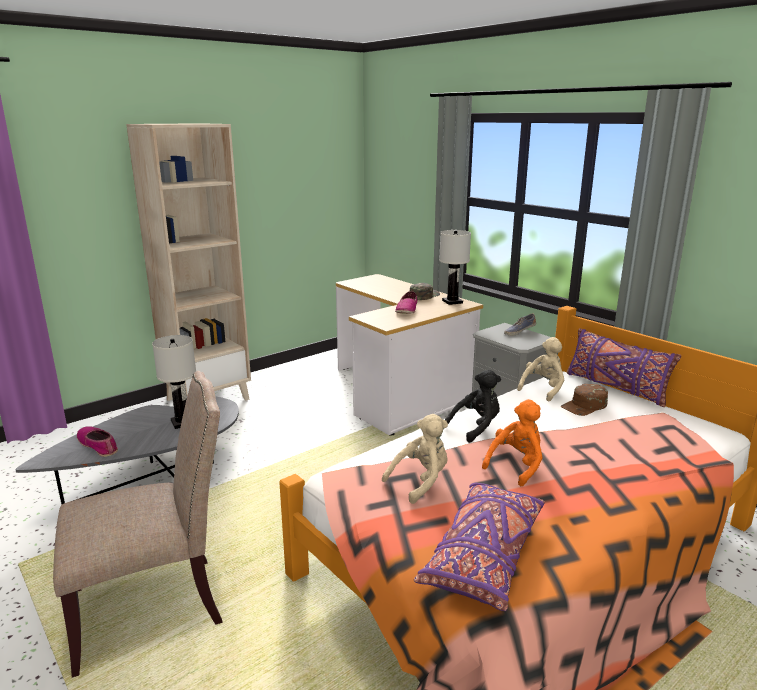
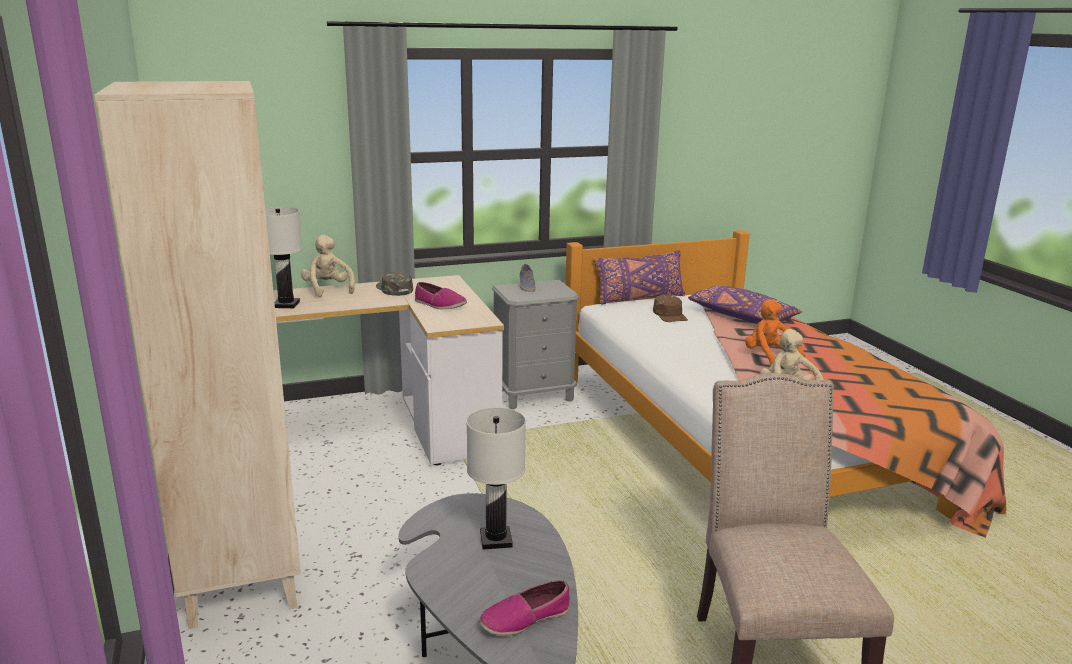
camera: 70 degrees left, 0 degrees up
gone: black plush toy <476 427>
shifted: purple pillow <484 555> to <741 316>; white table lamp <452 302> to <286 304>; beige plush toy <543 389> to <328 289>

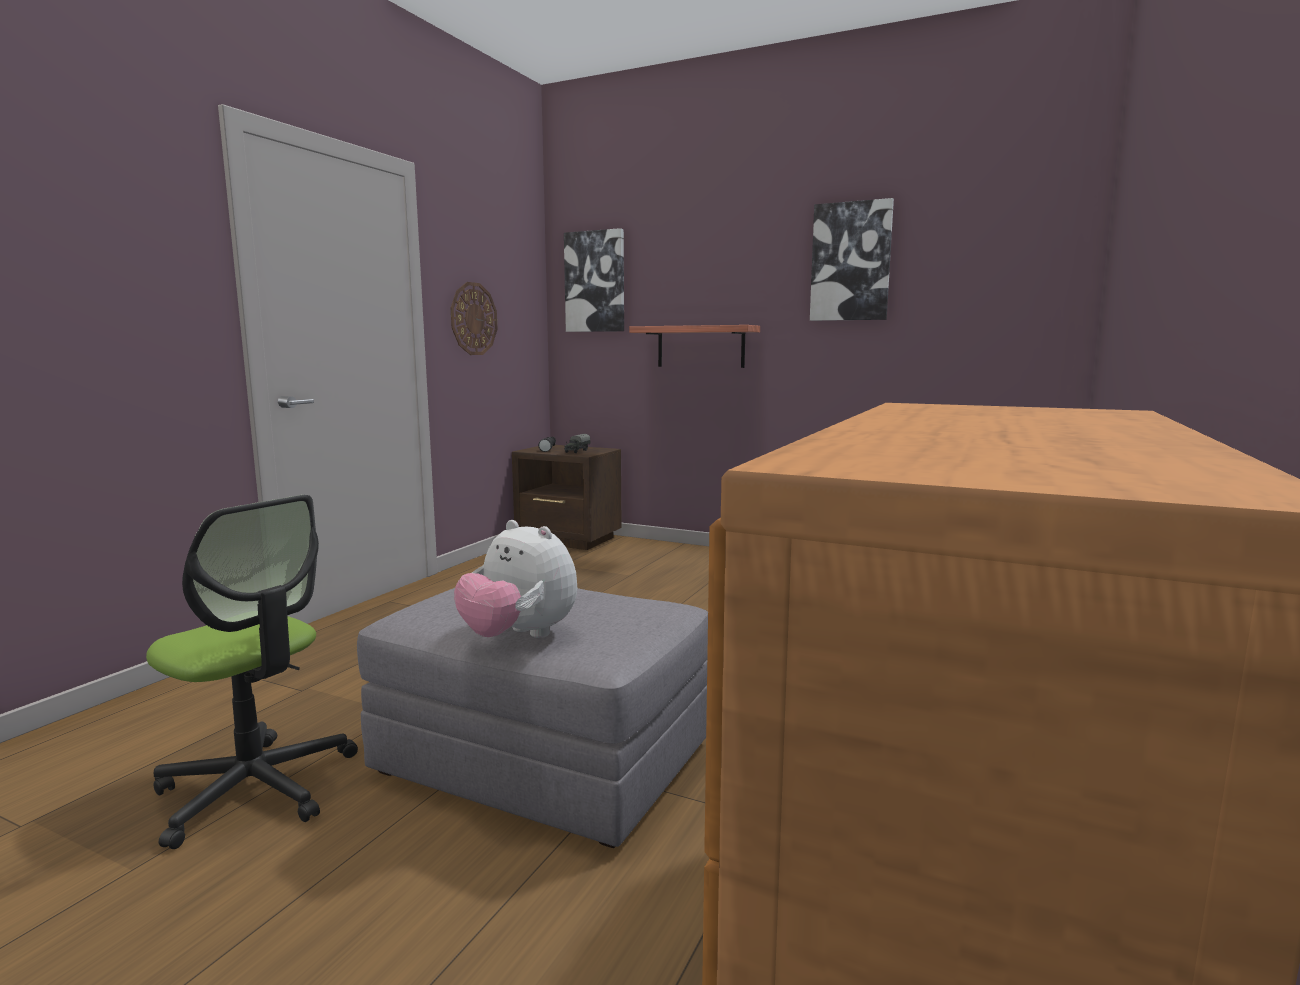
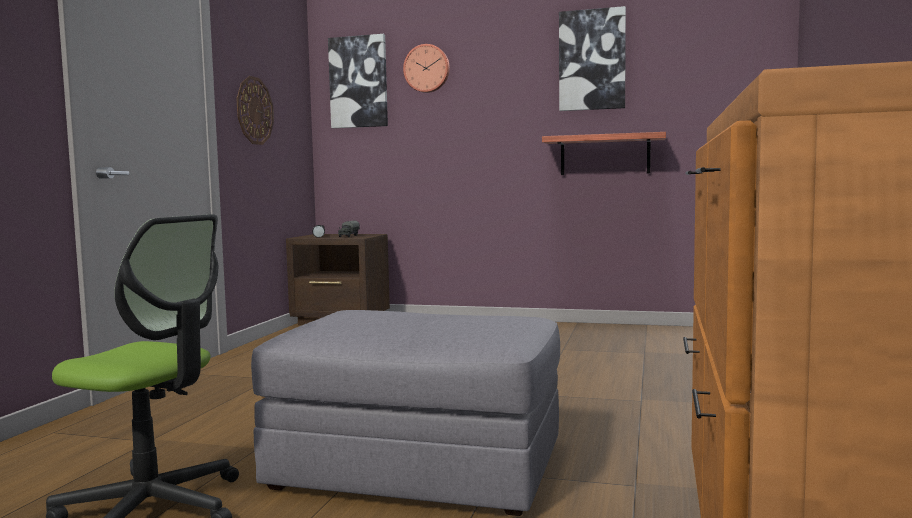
camera: 10 degrees left, 5 degrees down
gone: plush toy <519 636>
new: wall clock <427 68>
shifted: shelf <700 347> to <605 155>

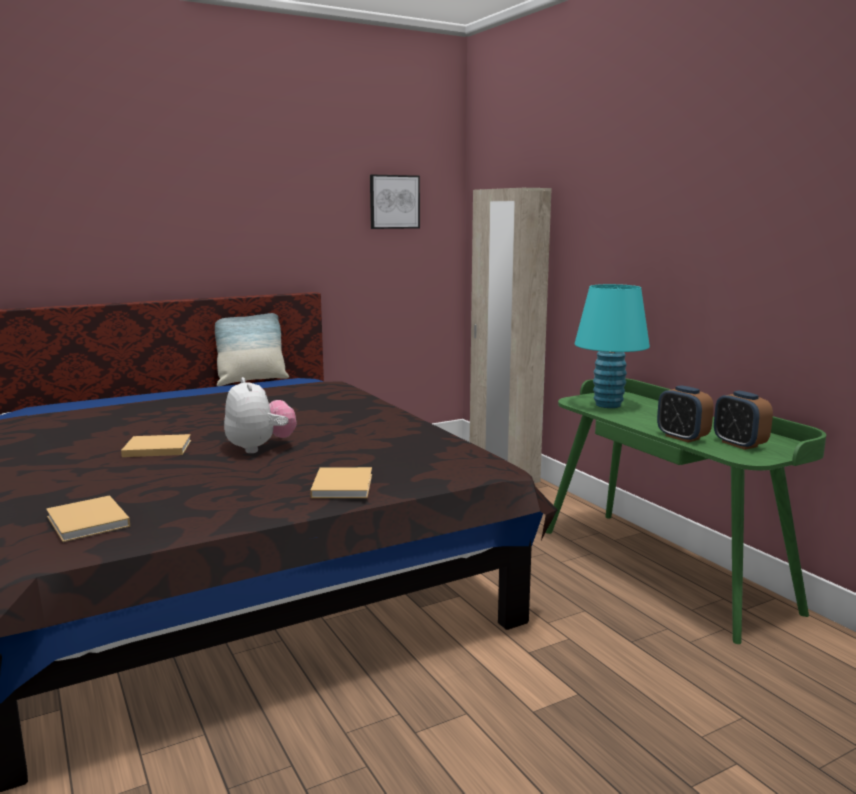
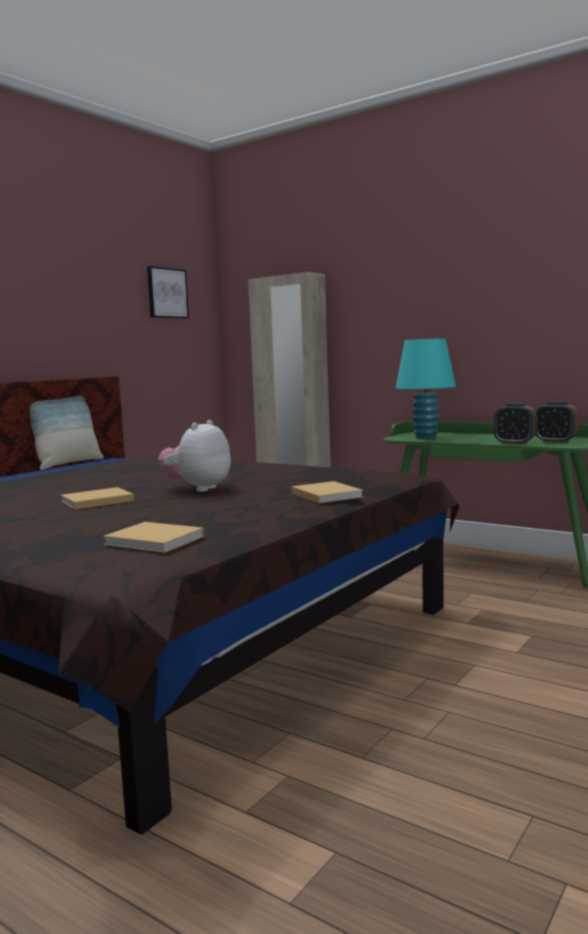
camera: 25 degrees left, 5 degrees down
rotated: plush toy <260 448> = <198 489> 105 degrees counterclockwise

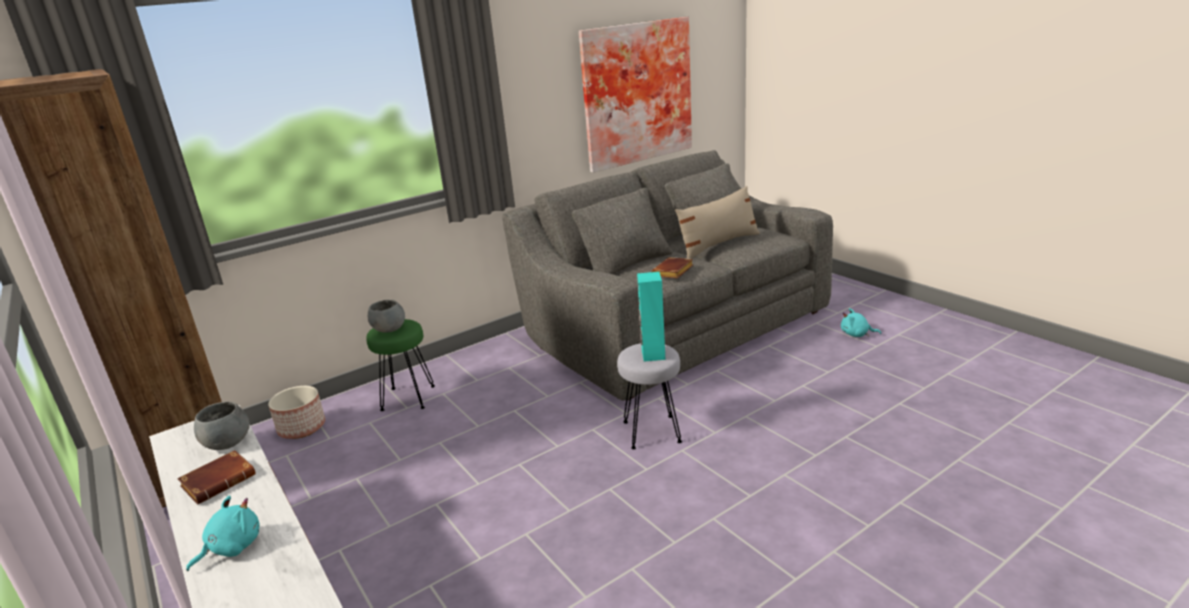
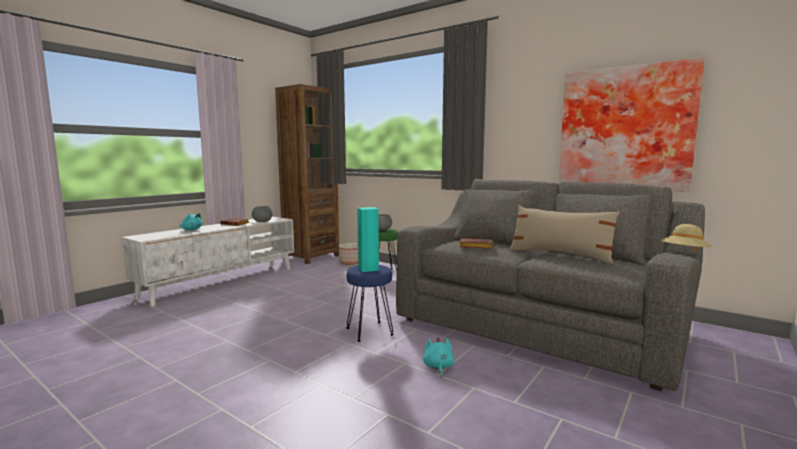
camera: 70 degrees right, 15 degrees down
new: beige hat <684 254>
shifted: turquoise plush toy <856 334> to <438 367>
repainted: grey stool <652 431> to blue stool <370 331>

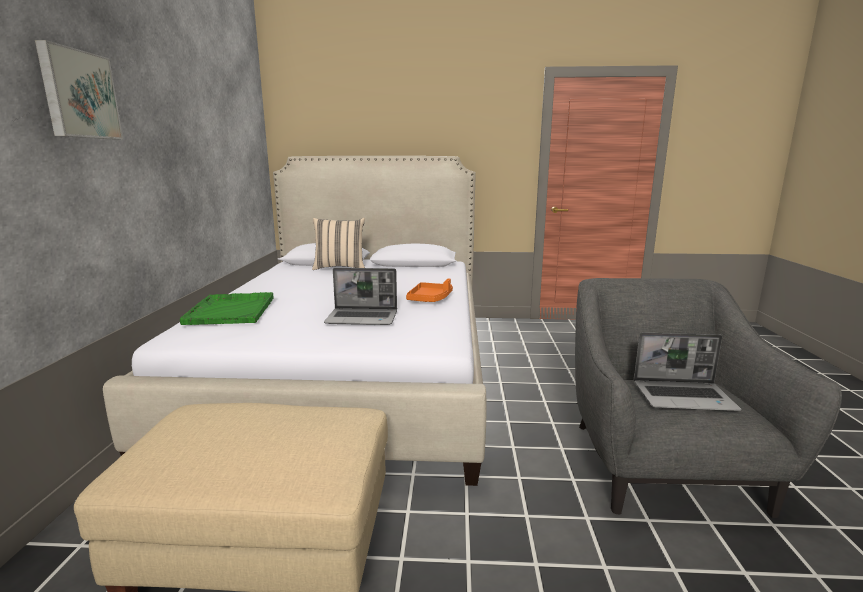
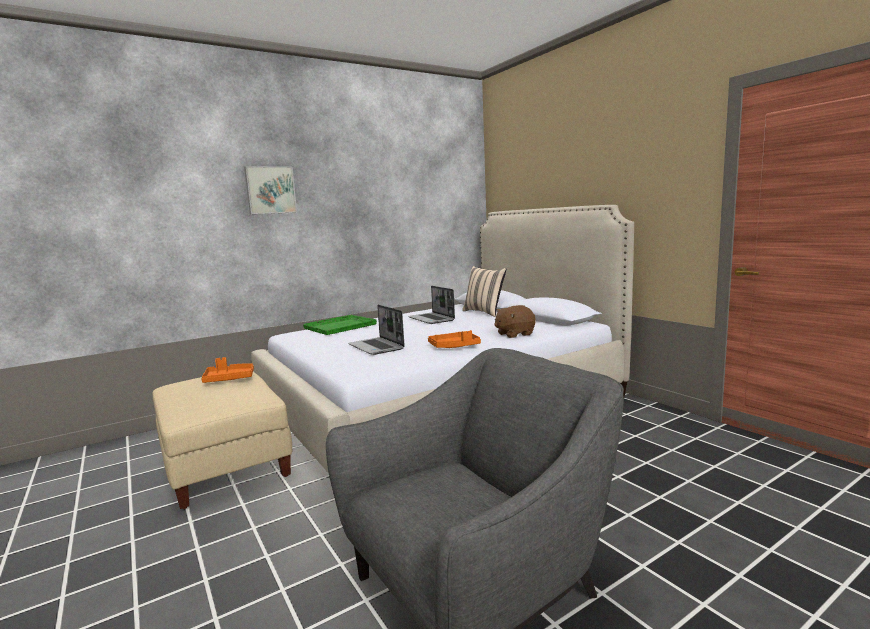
camera: 55 degrees right, 5 degrees down
new: orange tray <229 379>; brown plush toy <514 334>
shifted: laptop <684 397> to <432 319>

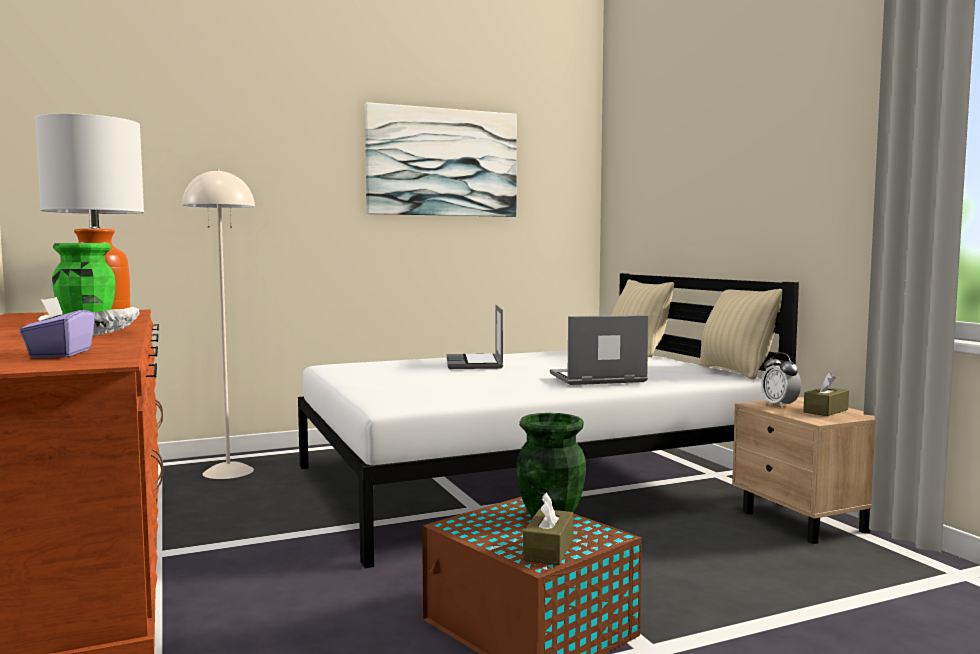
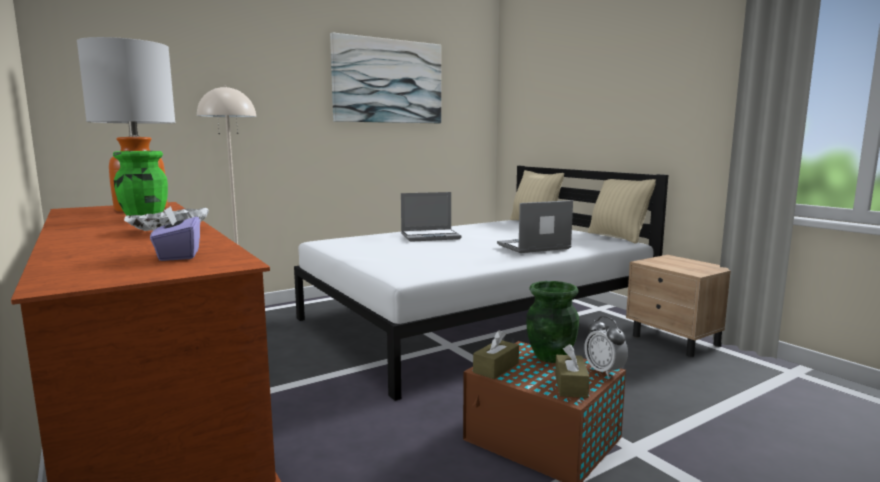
camera: 10 degrees left, 5 degrees up
shifted: alarm clock <779 405> to <604 371>; brown tissue box <825 411> to <496 368>
rotated: laptop <475 364> = <431 236> 90 degrees counterclockwise

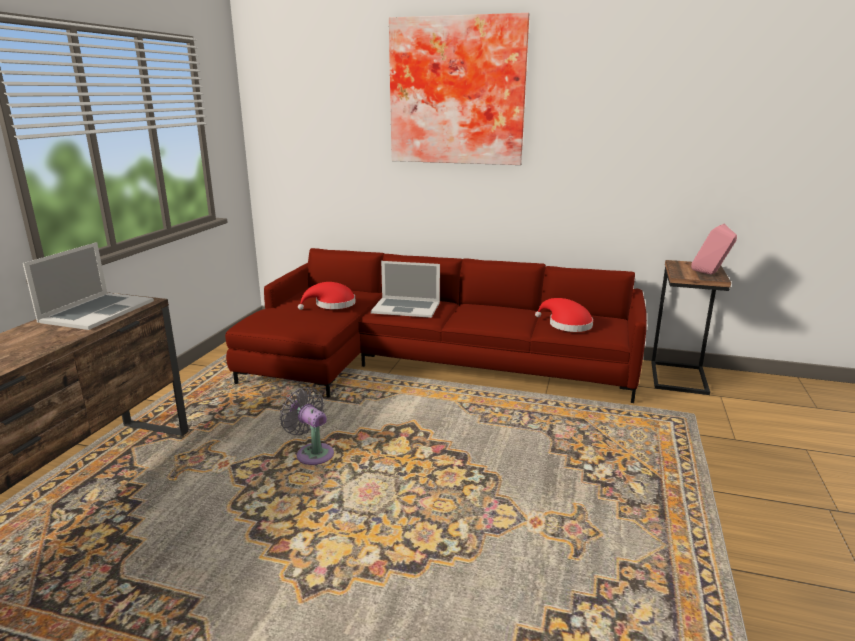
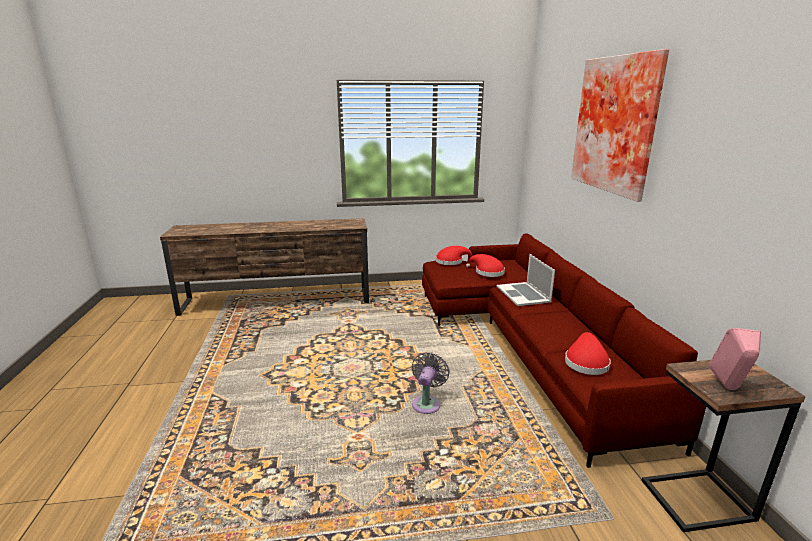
camera: 65 degrees right, 0 degrees up
gone: laptop <97 311>
new: red hat <451 261>
shifted: grey fan <312 453> to <427 403>

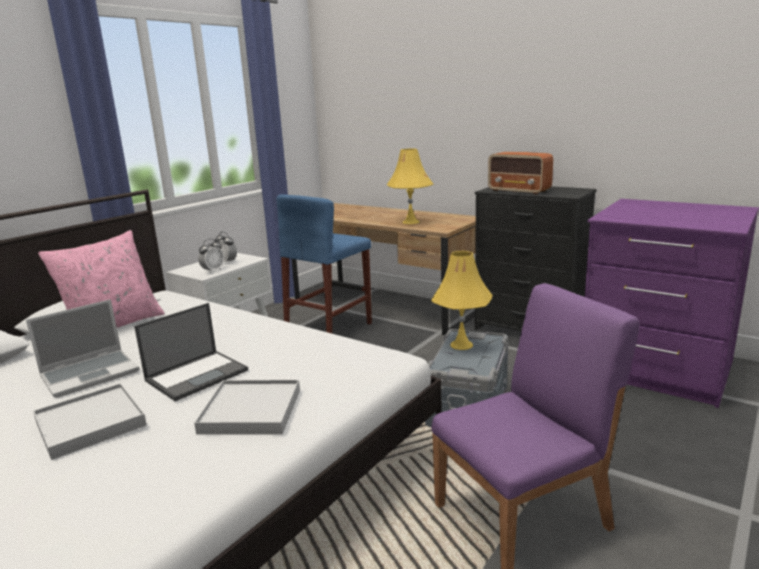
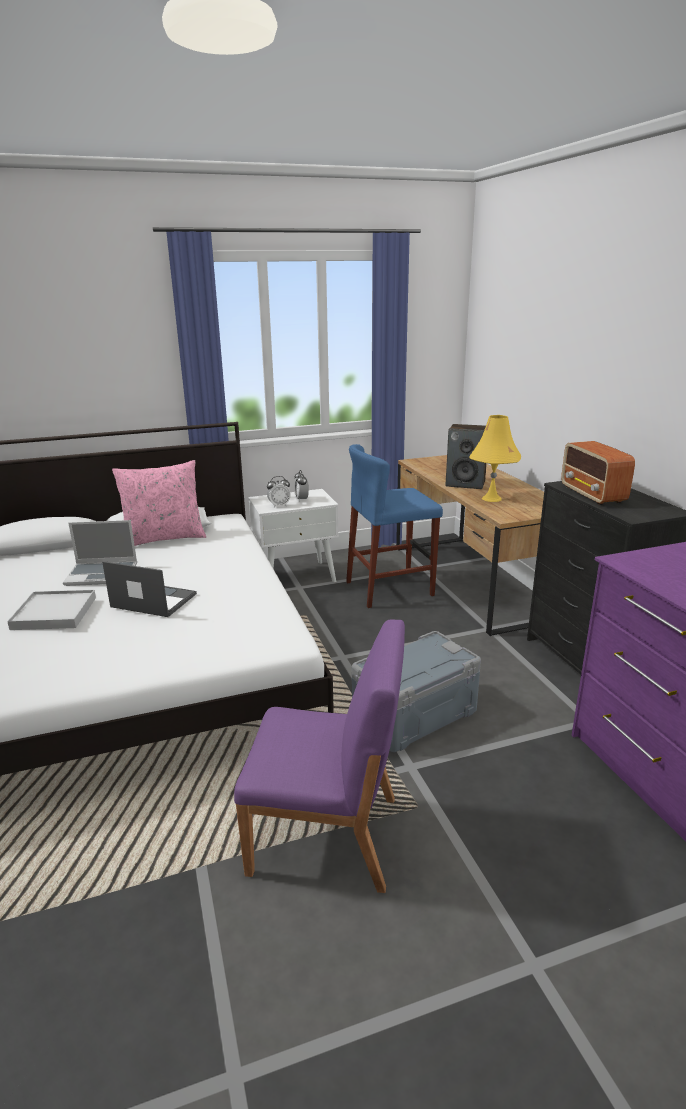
camera: 35 degrees right, 5 degrees up
gone: white tray <251 411>; yellow table lamp <461 345>
new: speaker <466 484>
rotated: laptop <198 375> = <152 600> 150 degrees counterclockwise

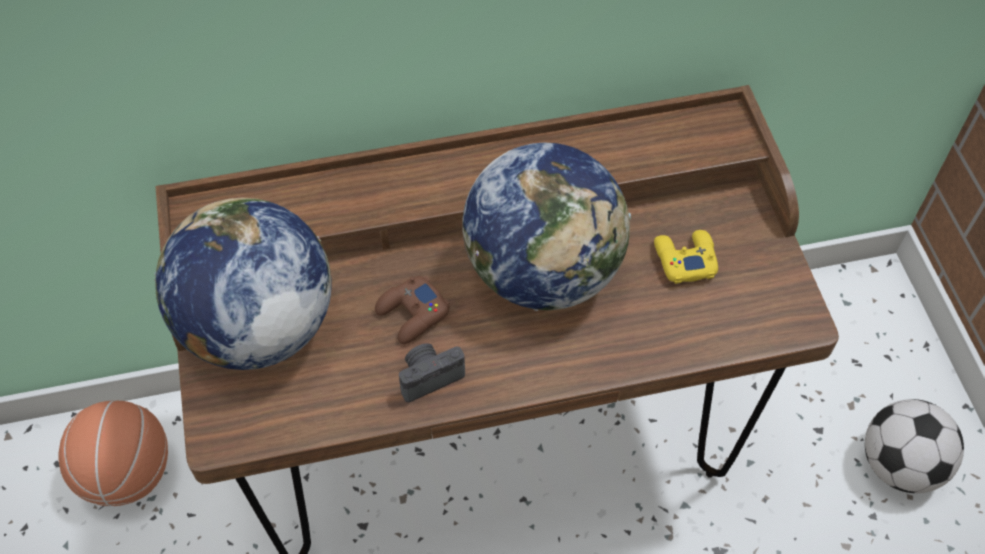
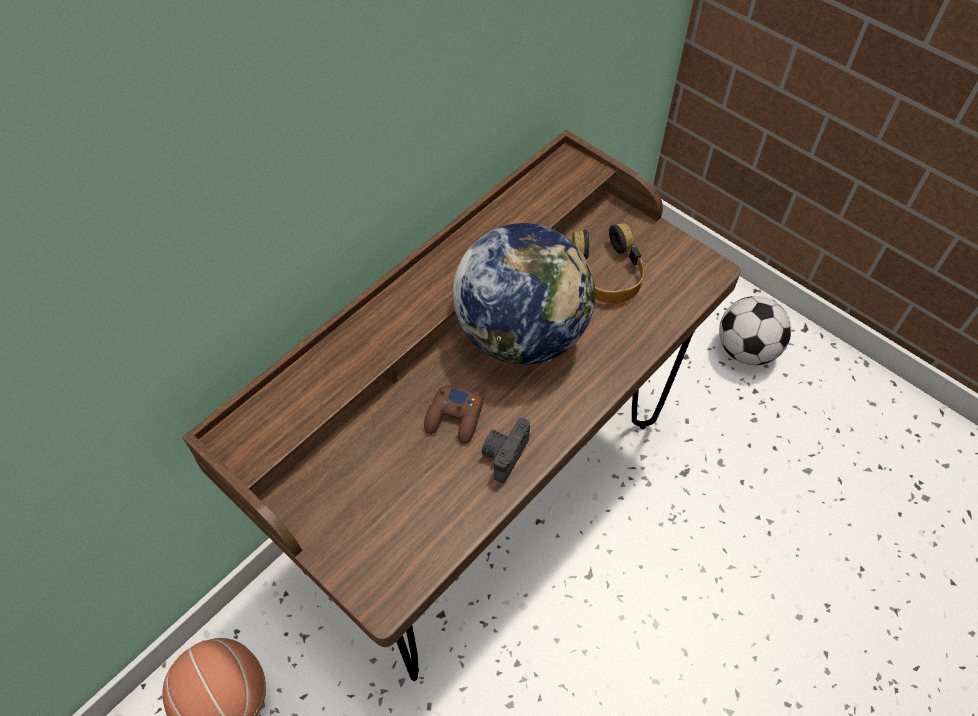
camera: 35 degrees left, 0 degrees up
gone: globe <257 327>
swapped: yellow game controller <684 259> to headphones <607 271>

